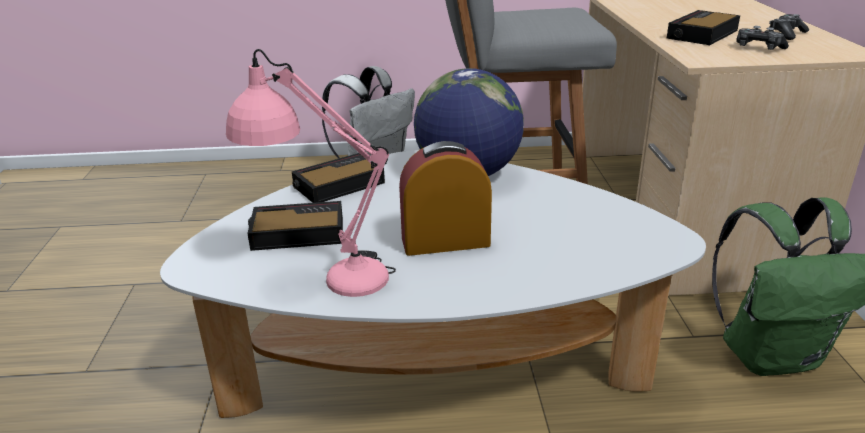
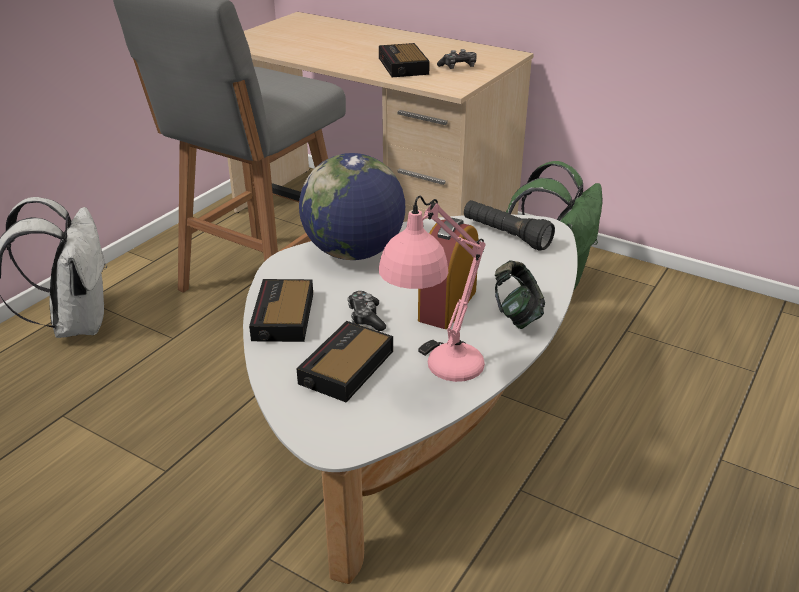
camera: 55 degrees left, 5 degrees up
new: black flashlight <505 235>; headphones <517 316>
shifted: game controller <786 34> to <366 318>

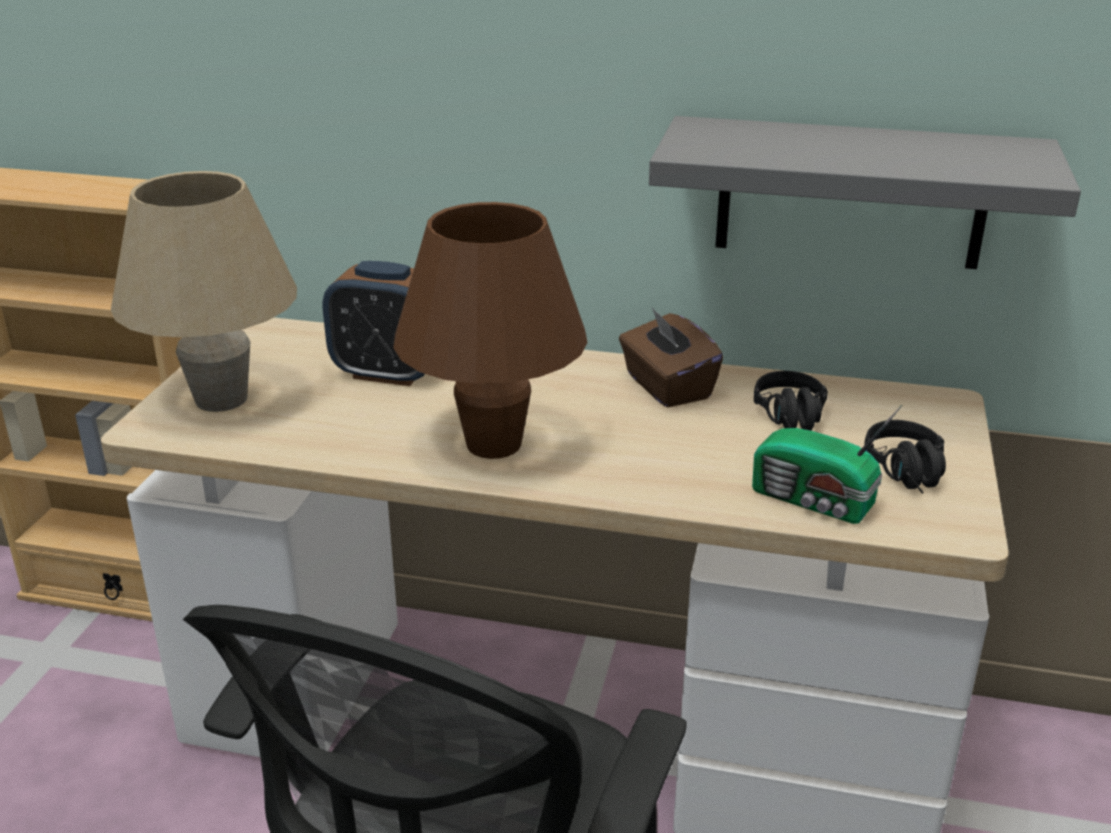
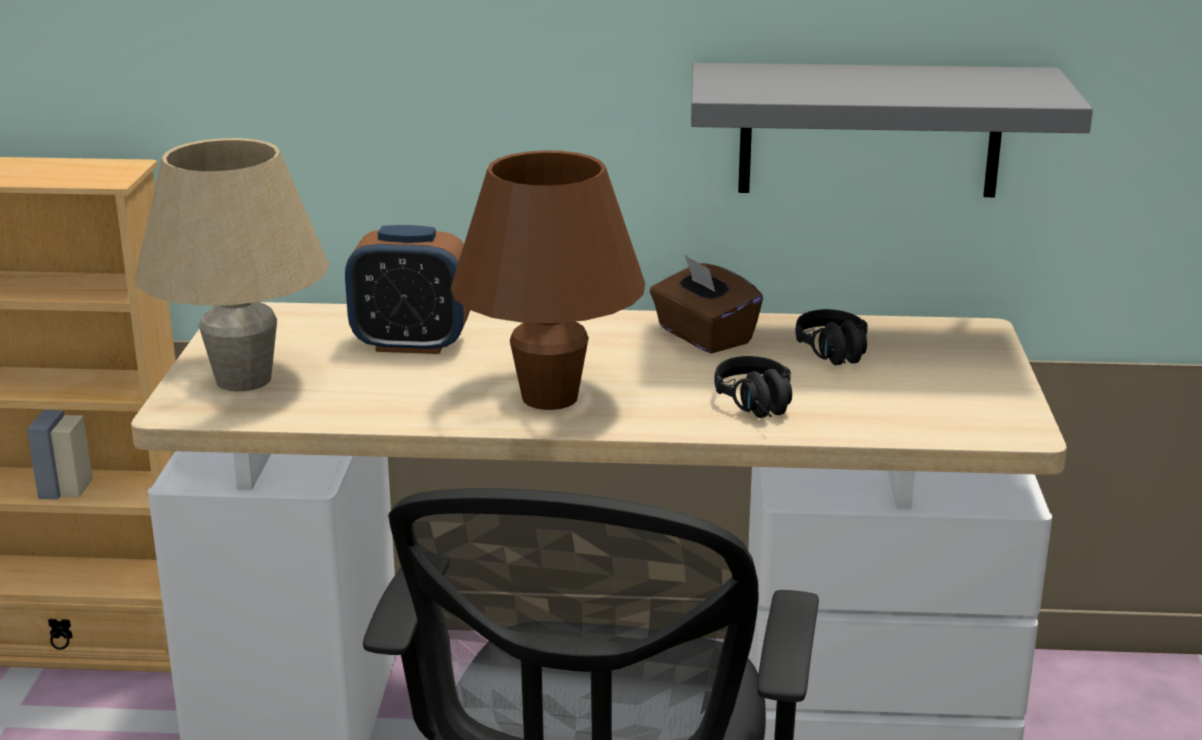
camera: 10 degrees left, 5 degrees down
gone: radio <814 501>
shifted: black headphones <909 476> to <760 407>

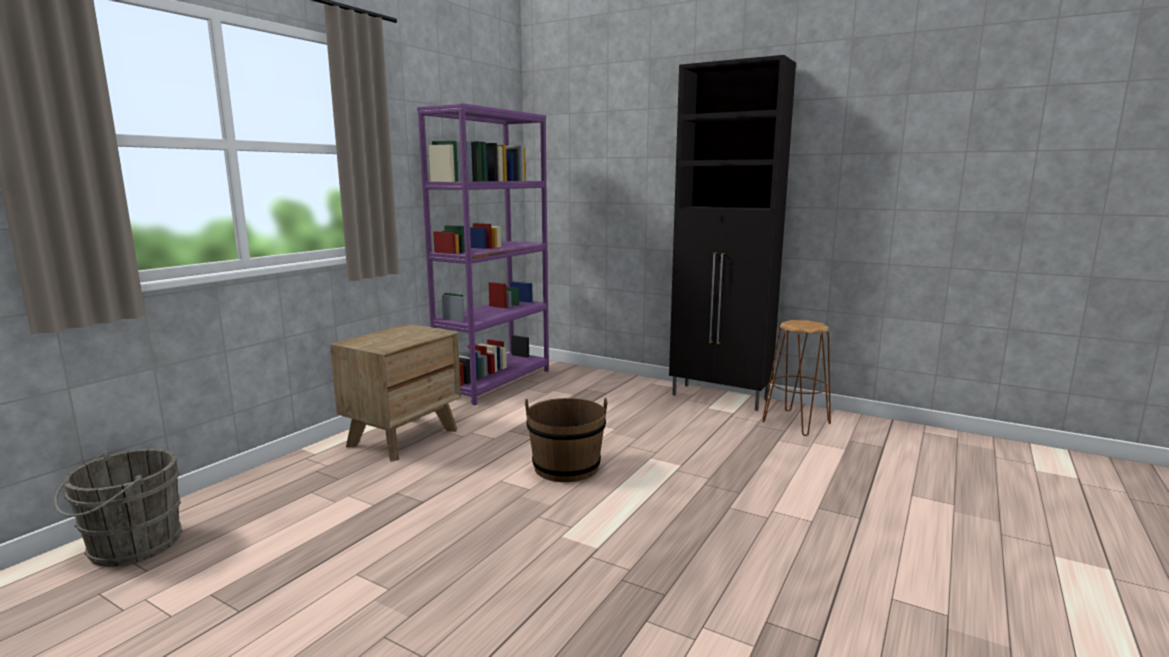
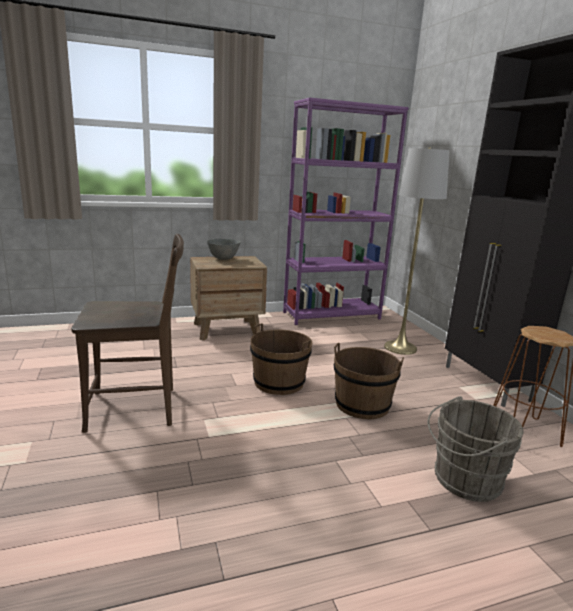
camera: 40 degrees right, 5 degrees up
new: brown chair <138 408>; grey bowl <223 259>; brown bucket <362 405>; grey floor lamp <400 347>
shifted: grey bucket <129 547> to <463 480>

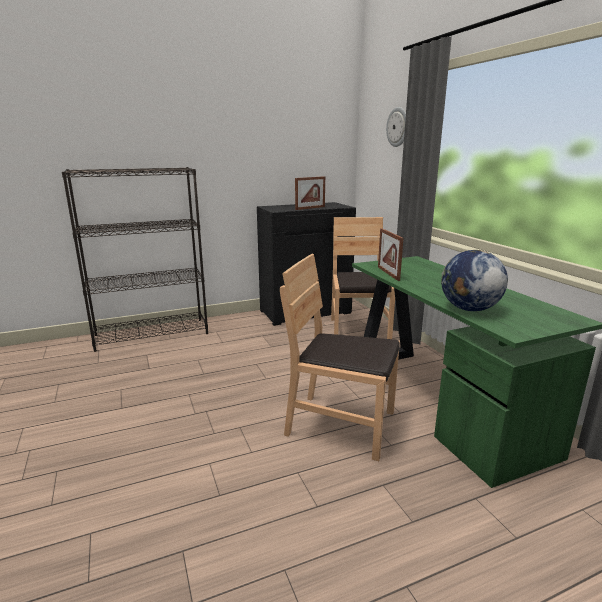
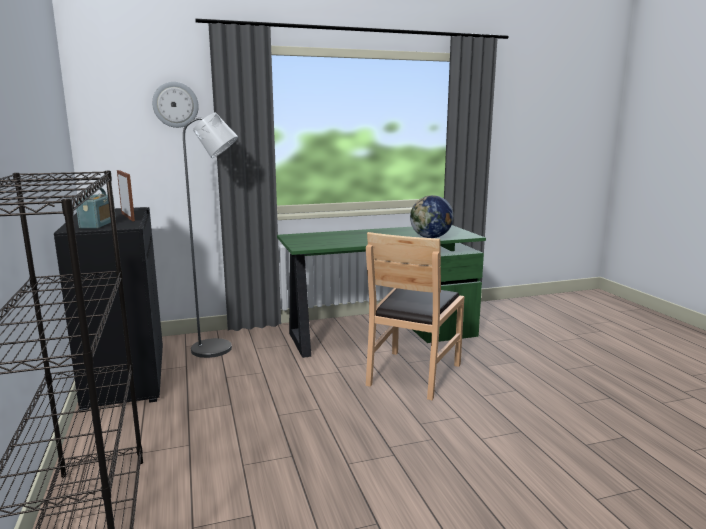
camera: 85 degrees left, 5 degrees down
gone: picture frame <388 273>
new: radio <98 224>
swapped: brown chair <358 331> to grey floor lamp <219 349>

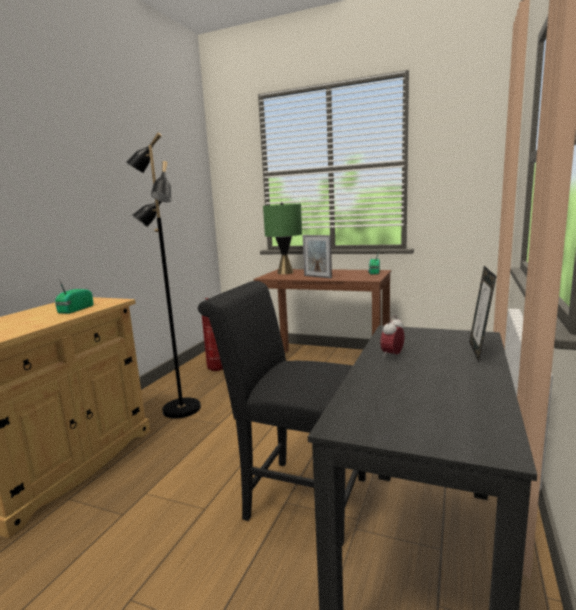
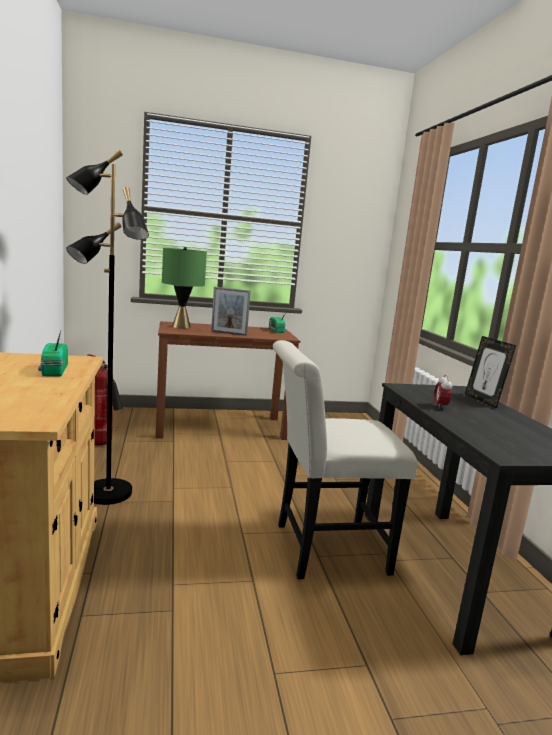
camera: 35 degrees left, 0 degrees up
repainted: black chair <297 496> to white chair <322 548>

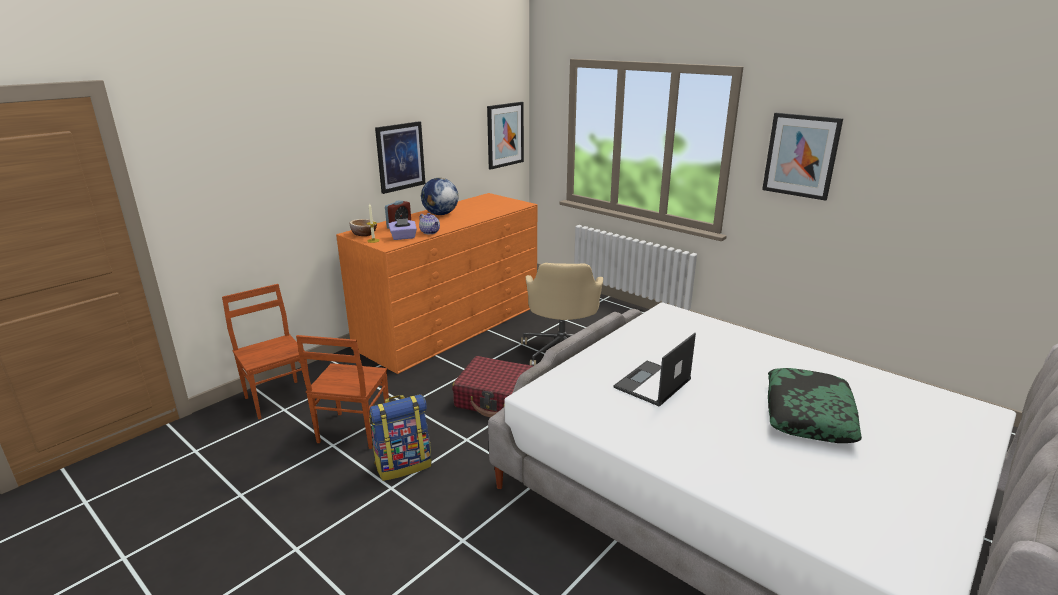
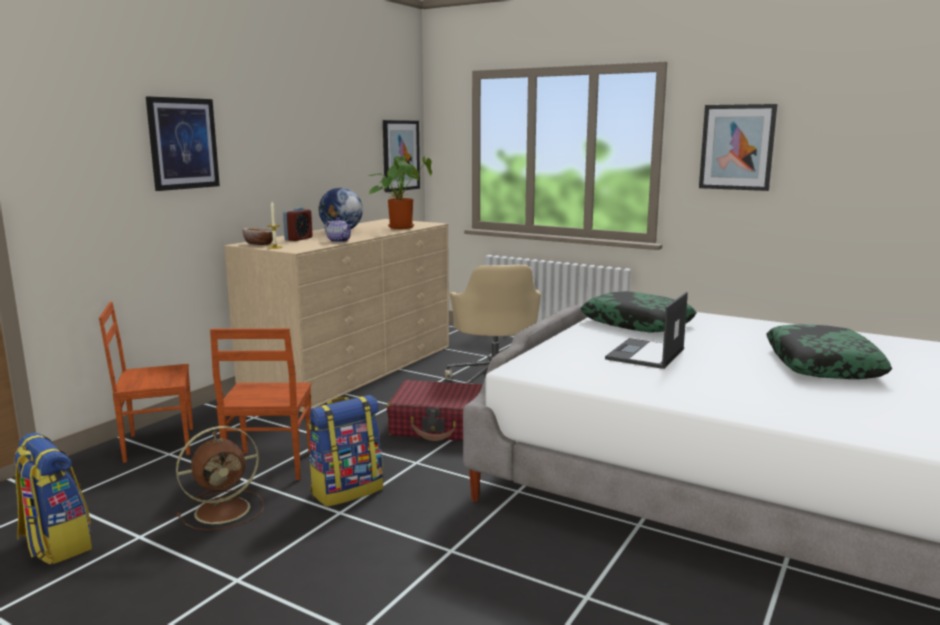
camera: 10 degrees left, 10 degrees down
gone: purple tissue box <403 237>
new: backpack <55 544>; brown fan <225 510>; potted plant <401 227>; pillow <636 323>
shifted: picture <400 157> to <183 143>
repainted: orange dresser <451 326> to beige dresser <353 368>
rotated: brown chair <279 398> = <158 444> 60 degrees counterclockwise

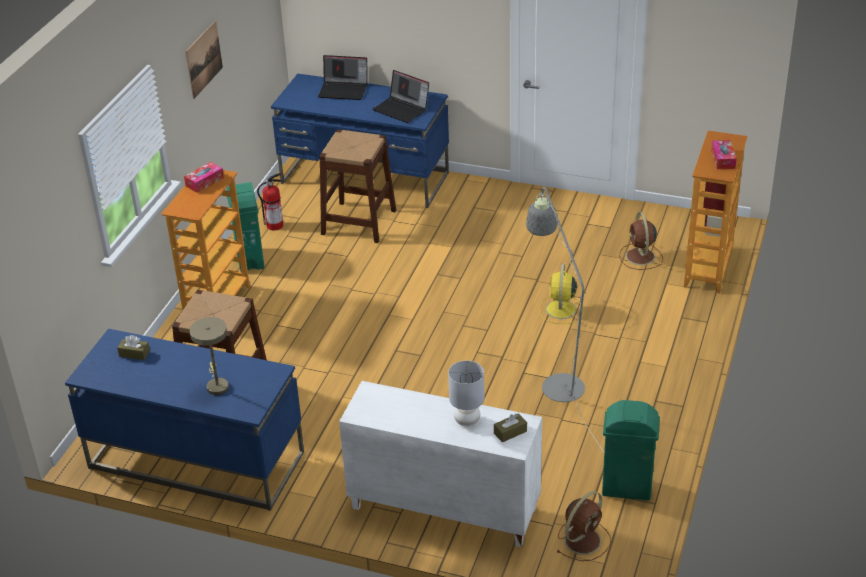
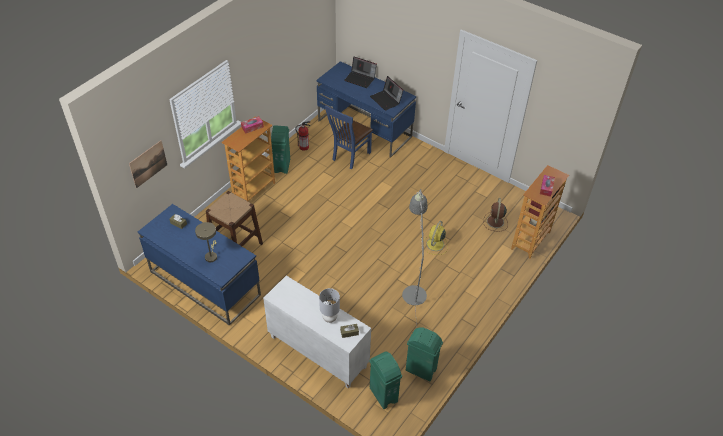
camera: 15 degrees right, 10 degrees up
shifted: picture <204 59> to <148 164>
swapped: brown stool <358 222> to blue chair <349 157>; brown fan <583 539> to green trash can <383 394>

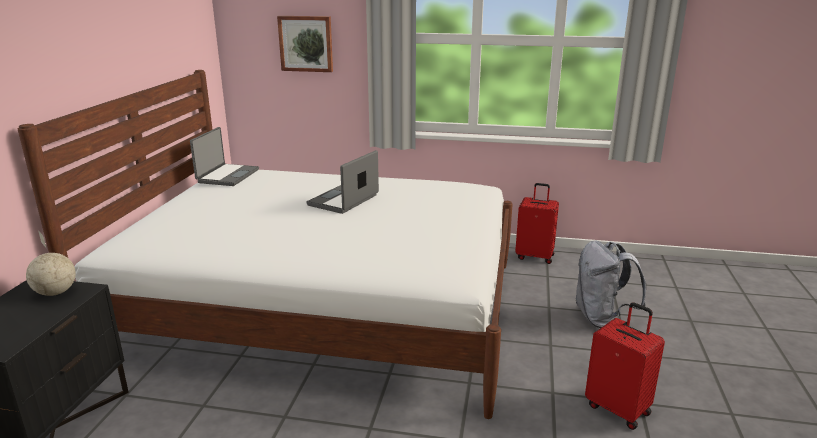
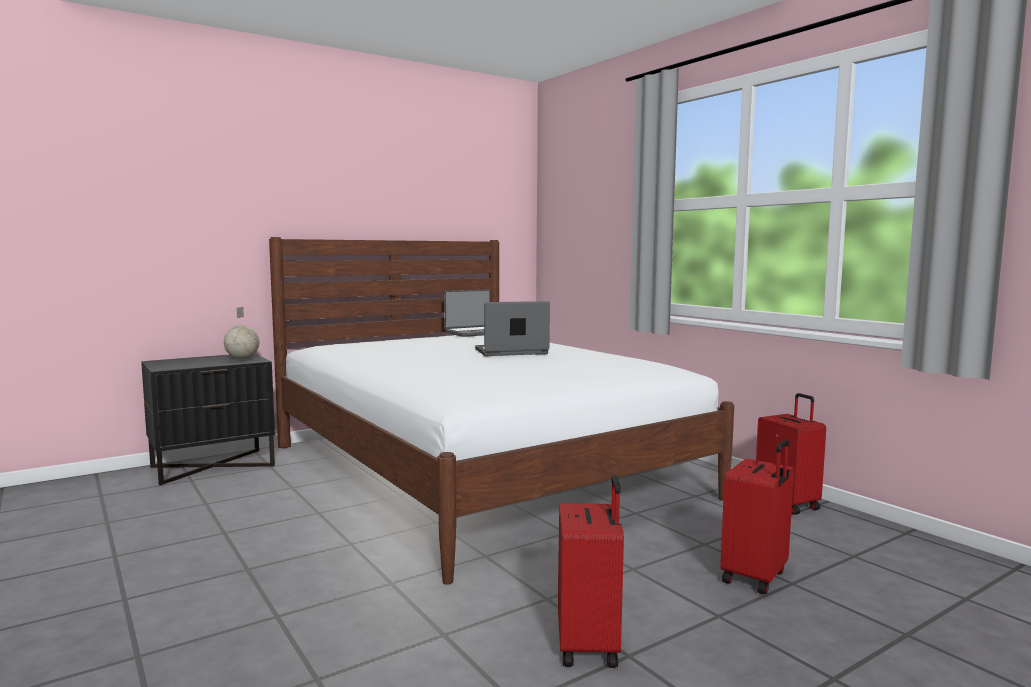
camera: 45 degrees right, 15 degrees down
gone: picture <306 43>
swapped: grey backpack <602 318> to red suitcase <756 577>

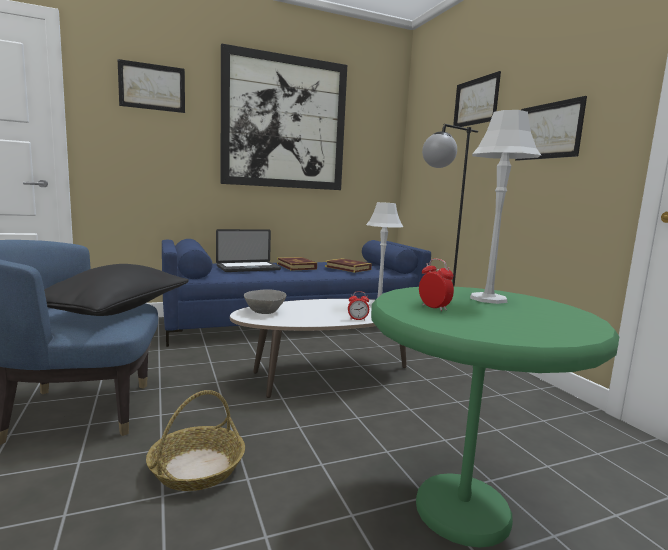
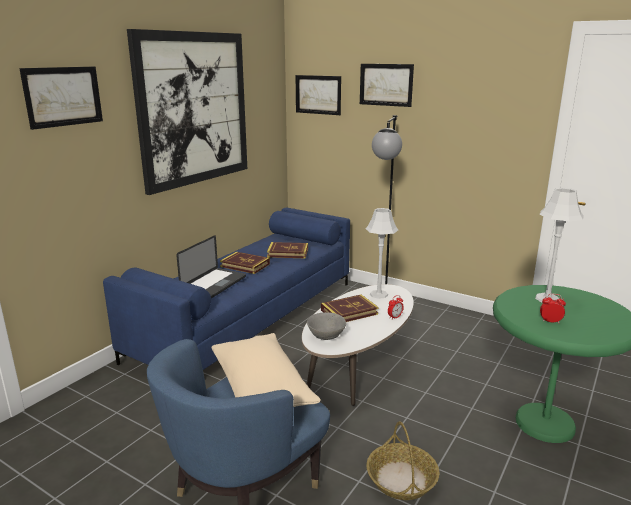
camera: 35 degrees left, 10 degrees up
new: book <349 312>
shifted: picture <548 131> to <318 94>
repainted: black pillow <118 310> to beige pillow <262 389>

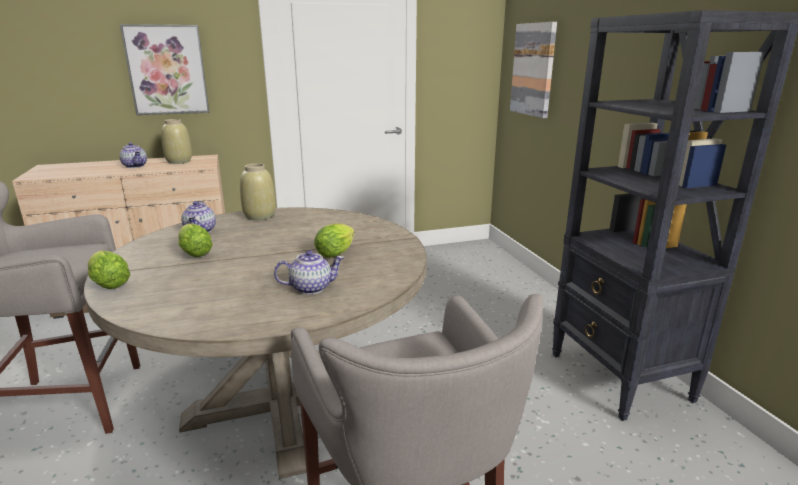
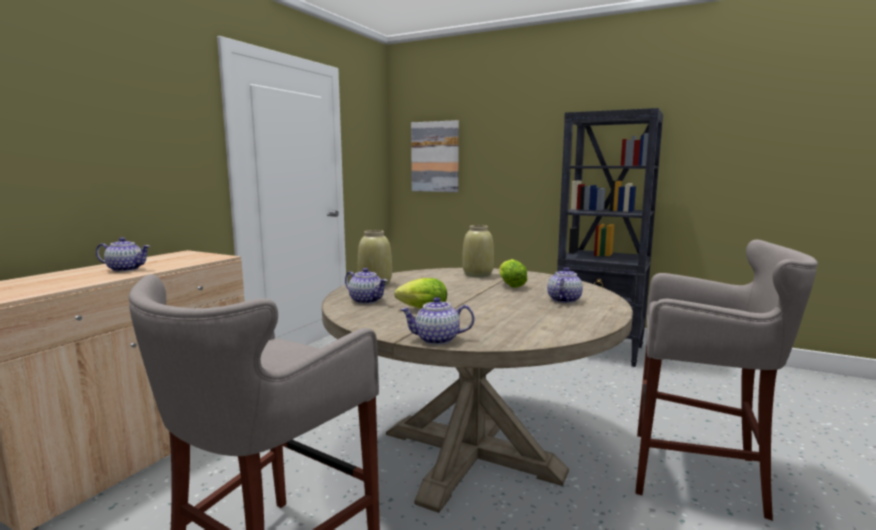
camera: 45 degrees left, 10 degrees down
gone: picture <167 70>
shifted: beige vase <179 161> to <477 274>
swapped: lettuce <109 283> to teapot <436 339>

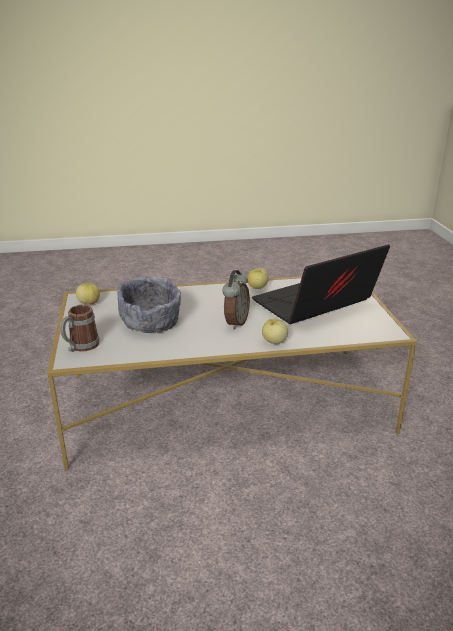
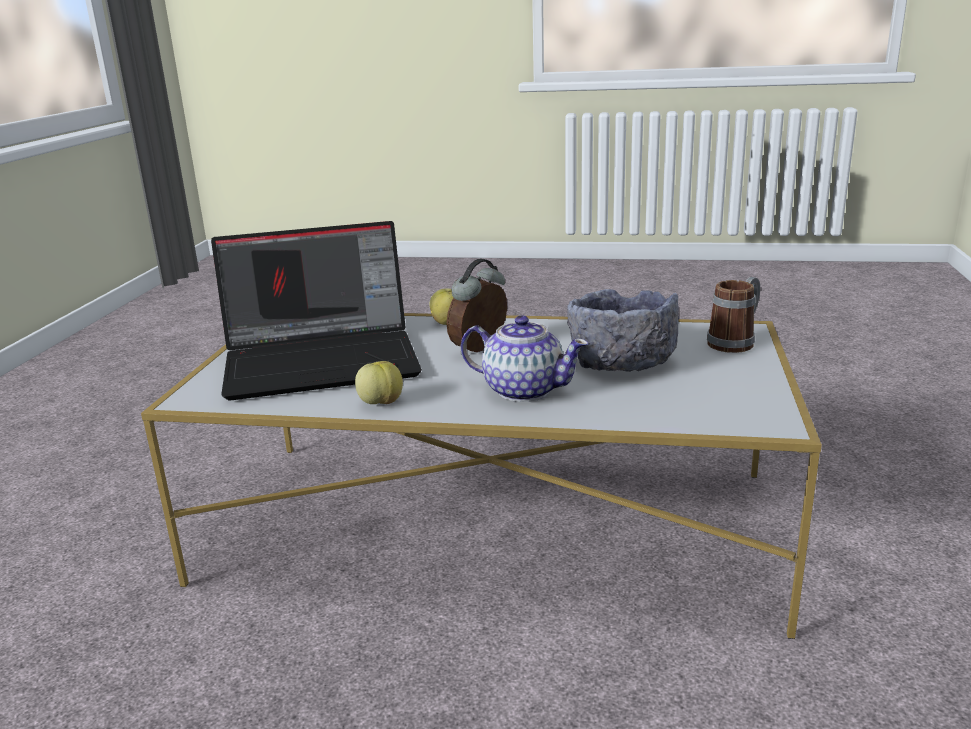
camera: 160 degrees left, 5 degrees down
gone: apple <89 303>
new: teapot <523 390>

